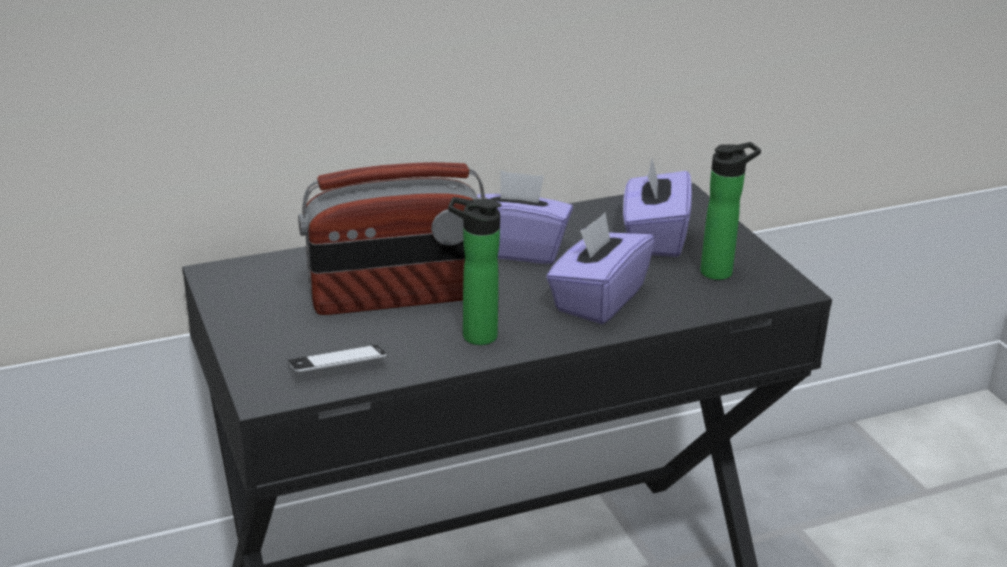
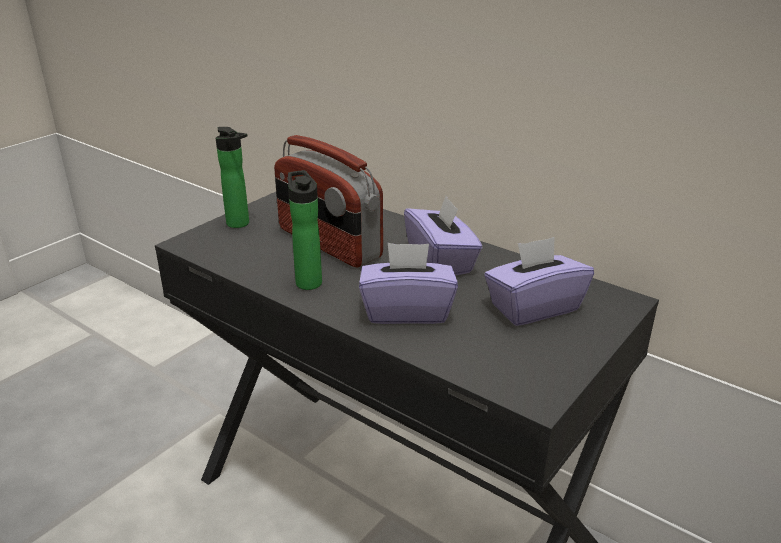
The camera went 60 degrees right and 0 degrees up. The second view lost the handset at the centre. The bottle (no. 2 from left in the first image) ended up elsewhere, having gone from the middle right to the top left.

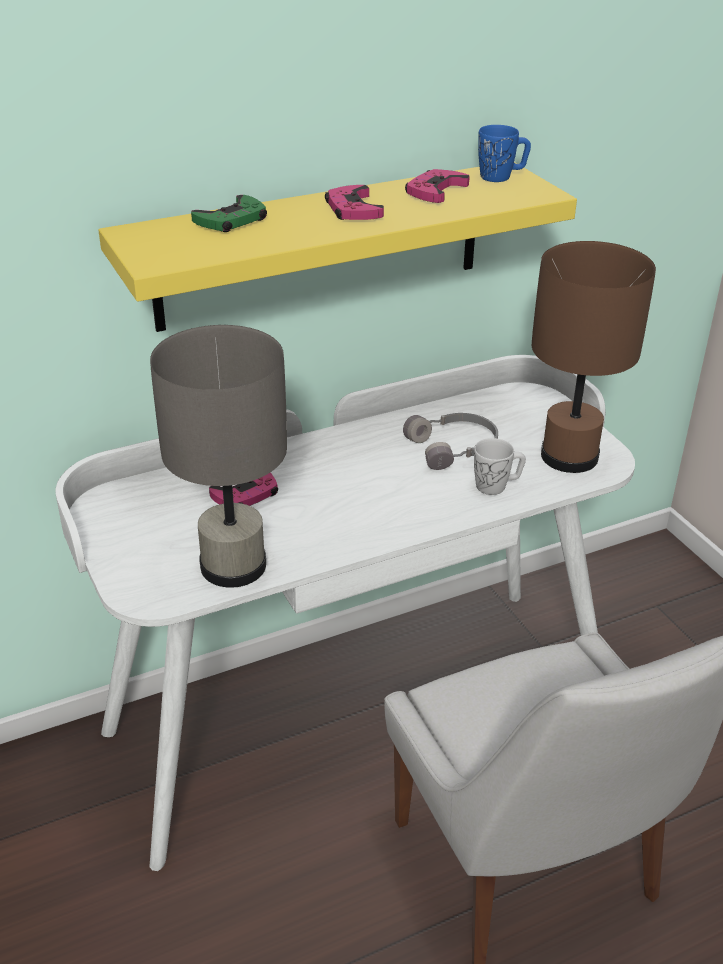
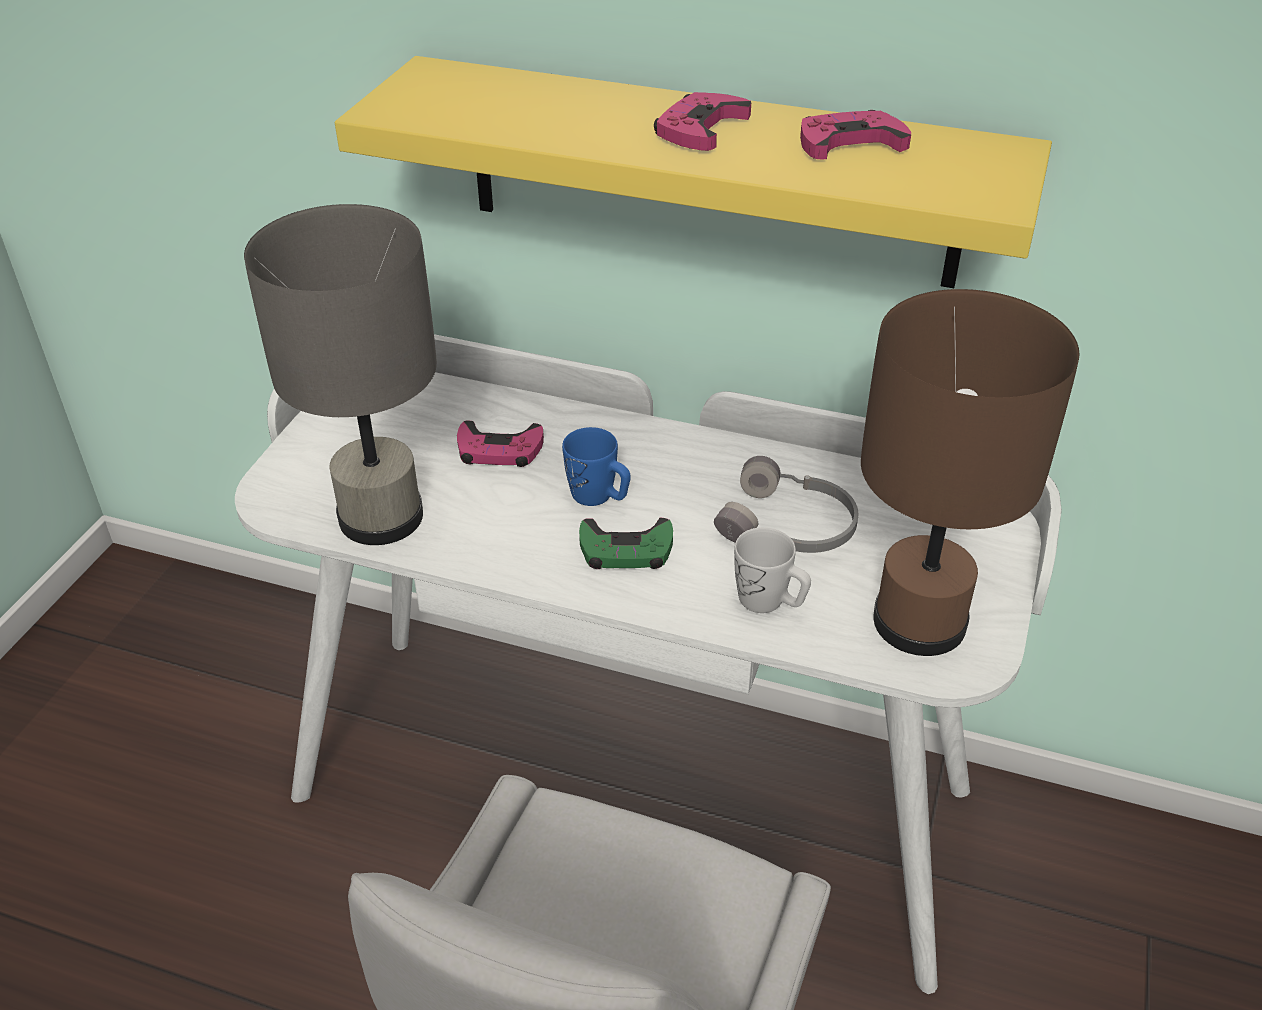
The camera went 45 degrees right and 5 degrees up. The green-coloured game controller ended up elsewhere, having gone from the top left to the centre. The blue tea mug ended up elsewhere, having gone from the top right to the centre.

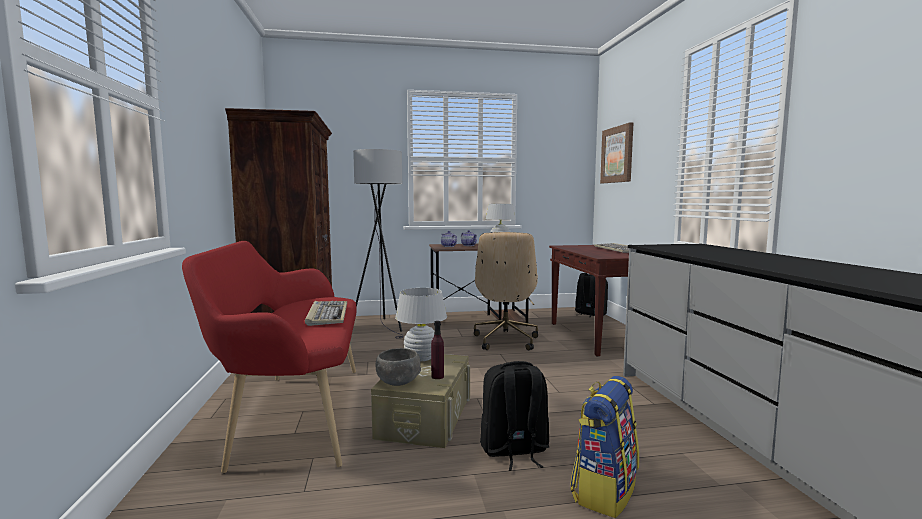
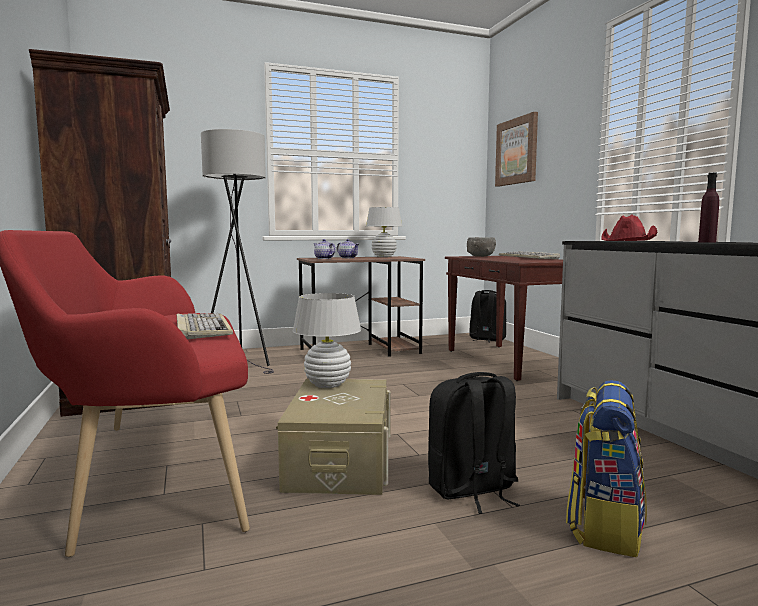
The camera went 10 degrees left and 0 degrees up. The greyish deep dish ended up elsewhere, having gone from the bottom centre to the centre. The purple bottle ended up elsewhere, having gone from the bottom centre to the middle right. The second view lost the black-coloured computer chair at the centre. The second view gained the reddish hat at the middle right.

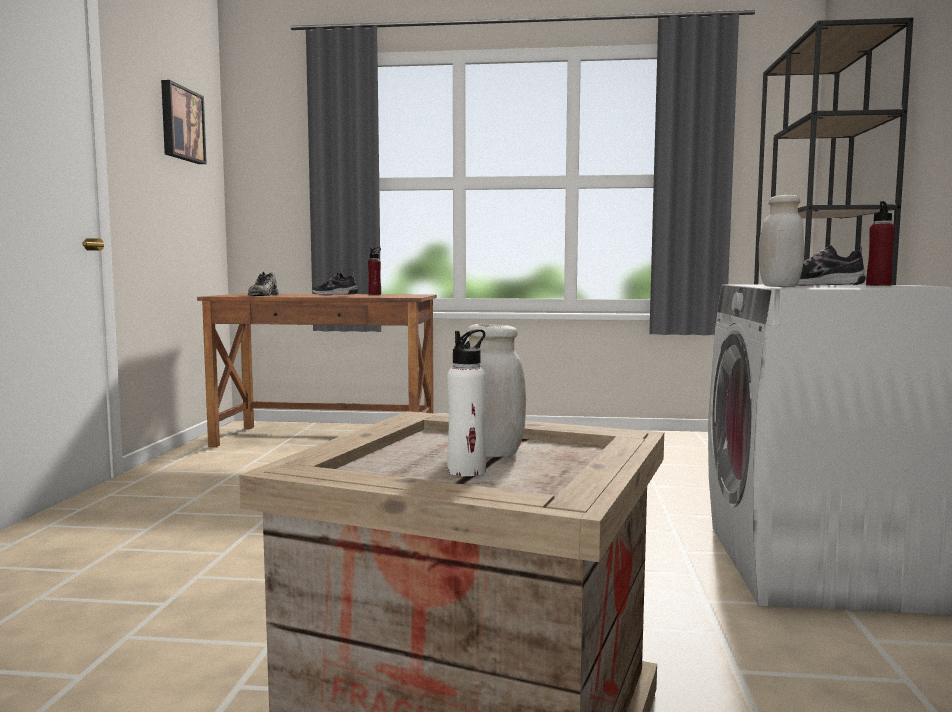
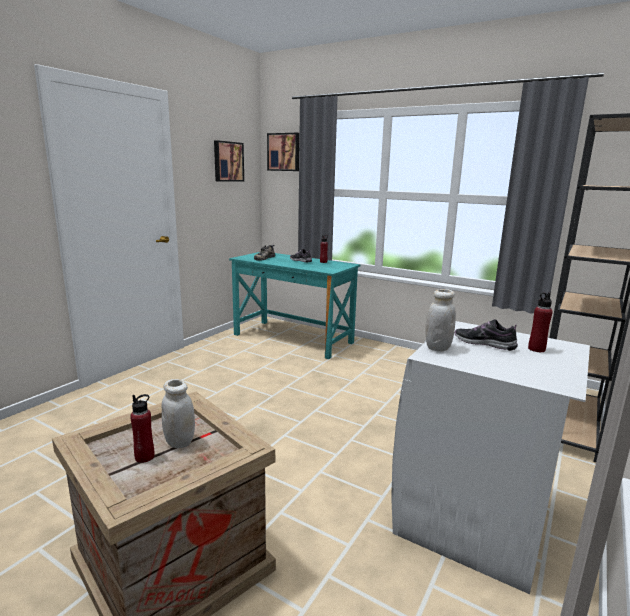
The camera went 25 degrees right and 10 degrees up. What was the brown-coloured desk table at the middle left turned into the turquoise-coloured desk table at the centre. What was the whitish bottle at the centre turned into the reddish bottle (no. 1 from left) at the bottom left. The second view gained the wall art (no. 2 from left) at the top centre.

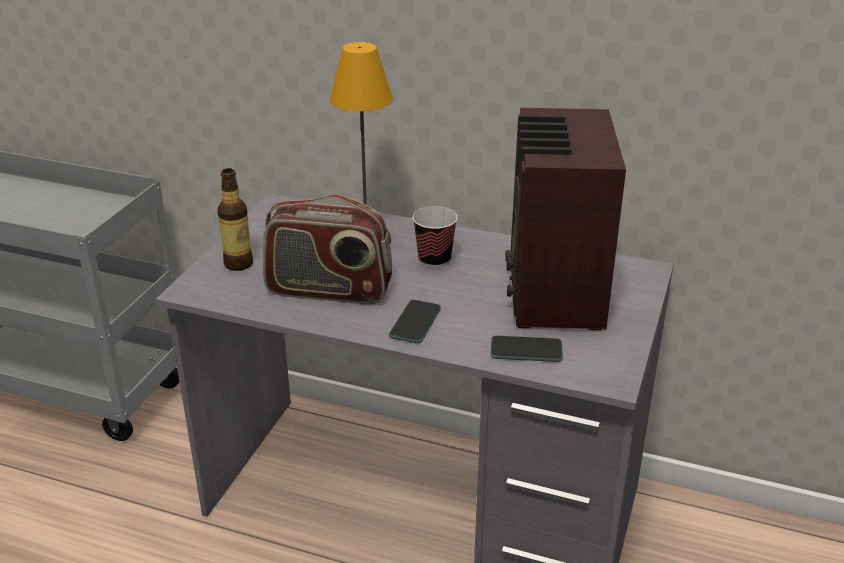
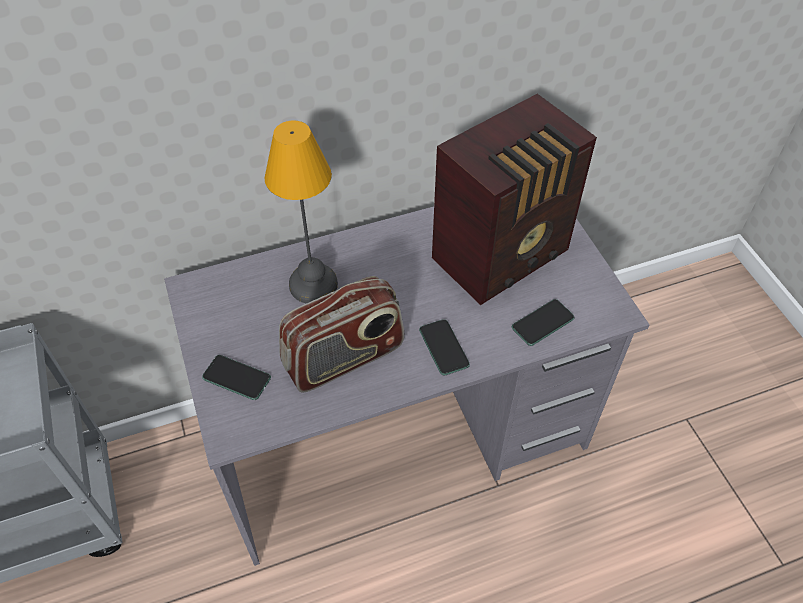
The camera went 40 degrees left and 20 degrees up. Where the bottle stood at the middle left, the handset (no. 1 from left) came to stand at the middle left. The second view lost the small cup at the centre. The radio receiver (no. 2 from left) at the middle right ended up facing another way, 90 degrees counterclockwise from before.

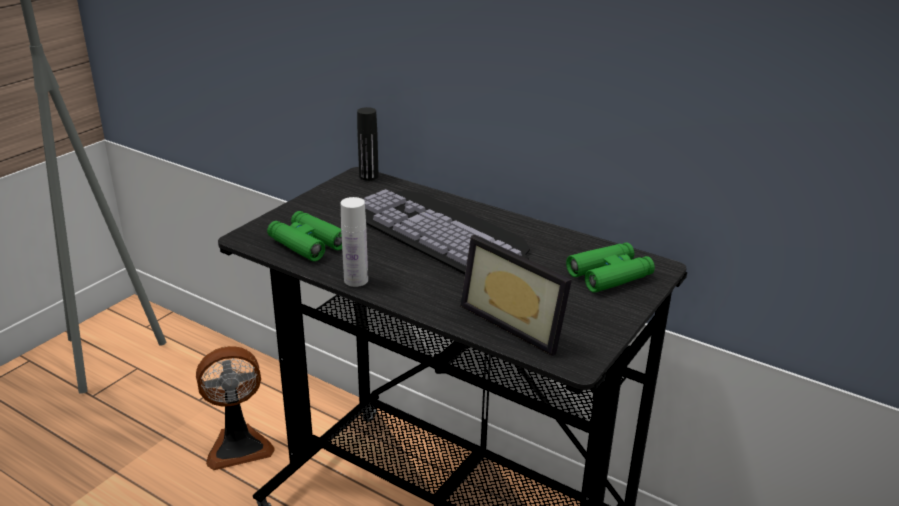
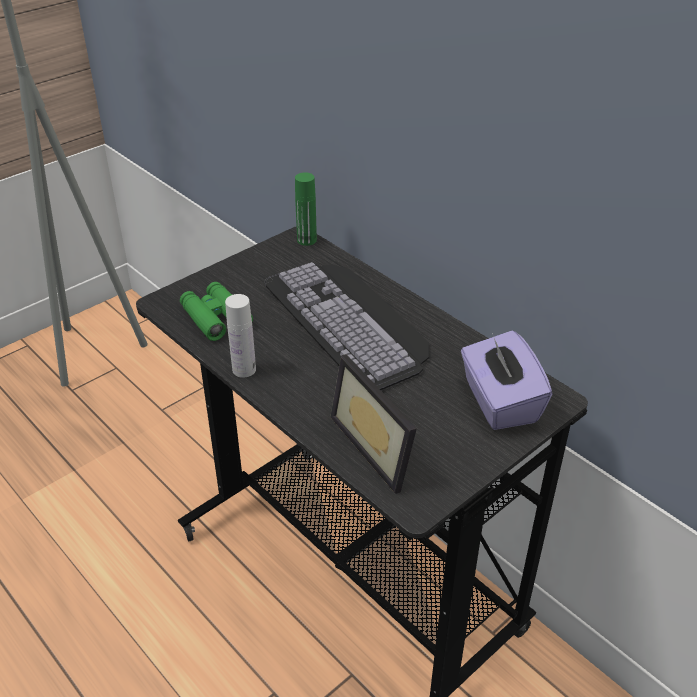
The camera went 15 degrees right and 10 degrees up. The second view lost the electric fan at the bottom left. What was the black-coloured bottle at the top centre turned into the green-coloured bottle at the top centre. Where the green-coloured field glasses (no. 2 from left) stood at the middle right, the purple tissue holder came to stand at the middle right.

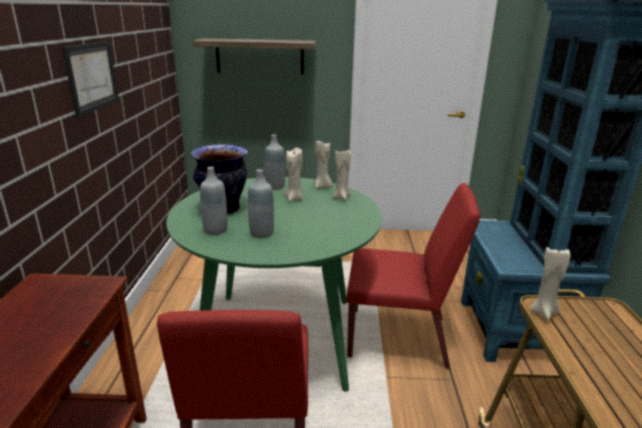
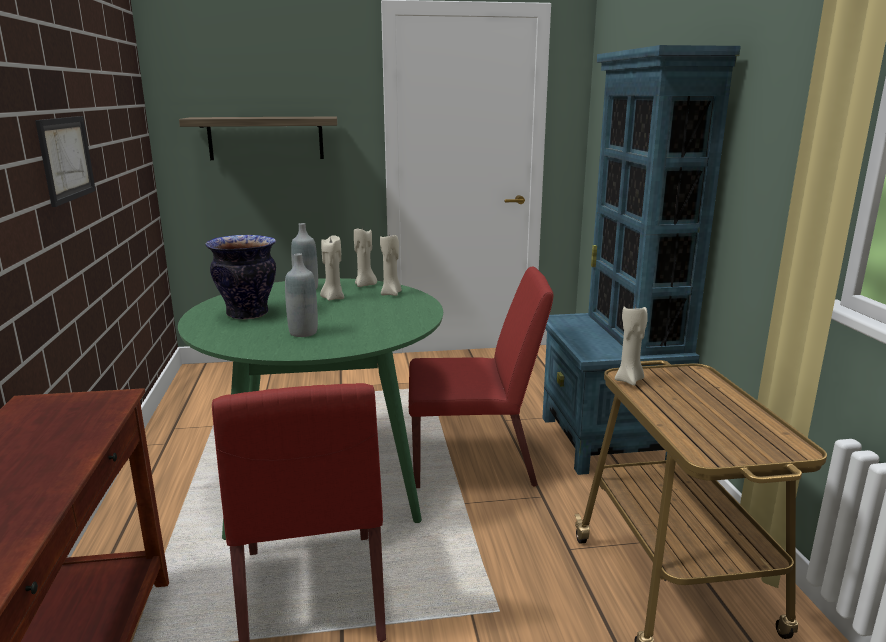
The camera went 10 degrees left and 5 degrees down. The second view lost the greyish bottle (no. 1 from left) at the middle left.

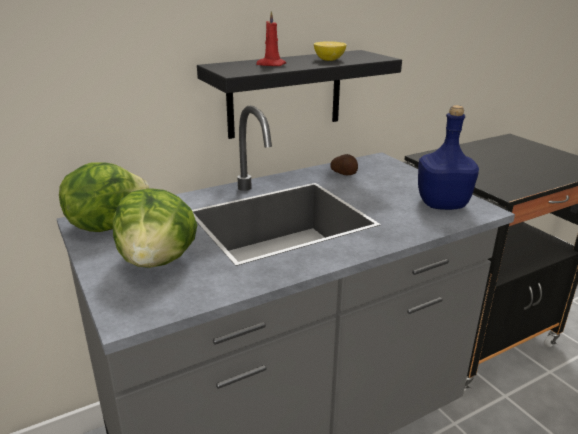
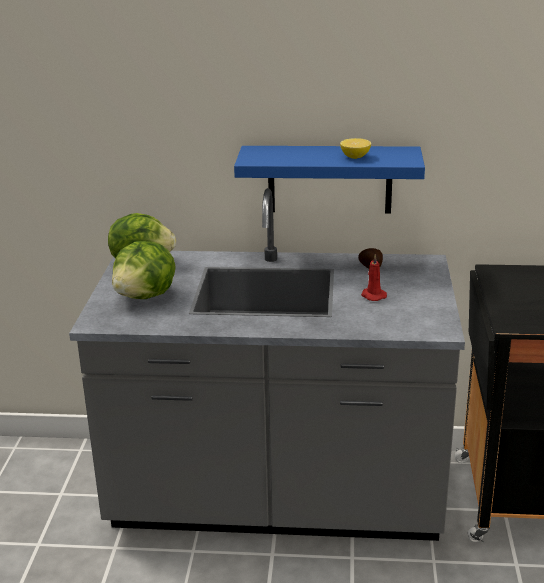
The camera went 35 degrees right and 0 degrees up. What was the black-coloured wall shelf at the top centre turned into the blue wall shelf at the top centre. The reddish wax light ended up elsewhere, having gone from the top centre to the middle right. The second view lost the blue bottle at the middle right.

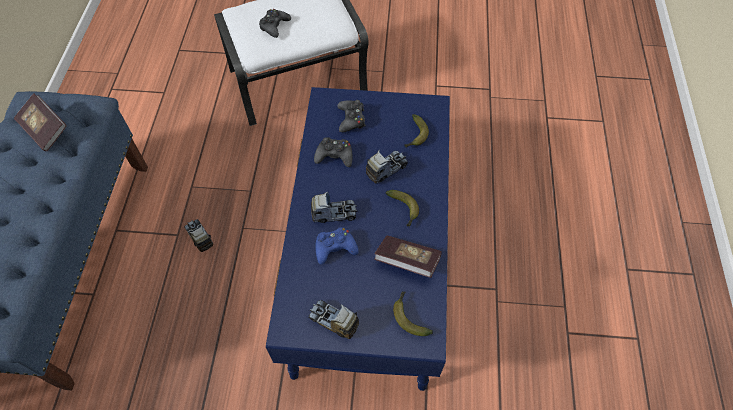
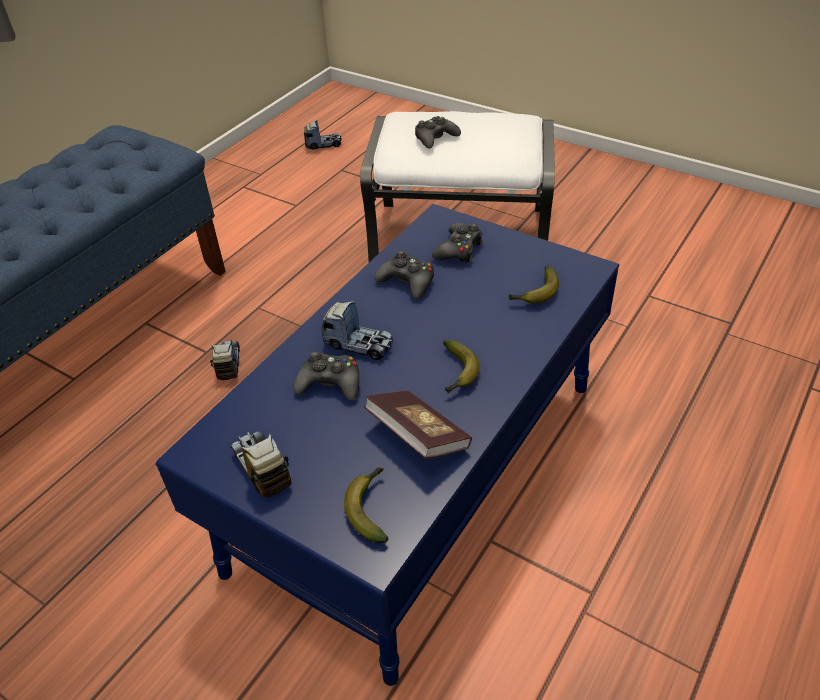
The camera went 30 degrees right and 15 degrees down. The second view lost the book (no. 1 from left) at the top left. What was the blue game controller at the centre turned into the black-coloured game controller (no. 1 from left) at the centre. The toy lorry (no. 4 from left in the first image) ended up elsewhere, having gone from the centre to the top centre.

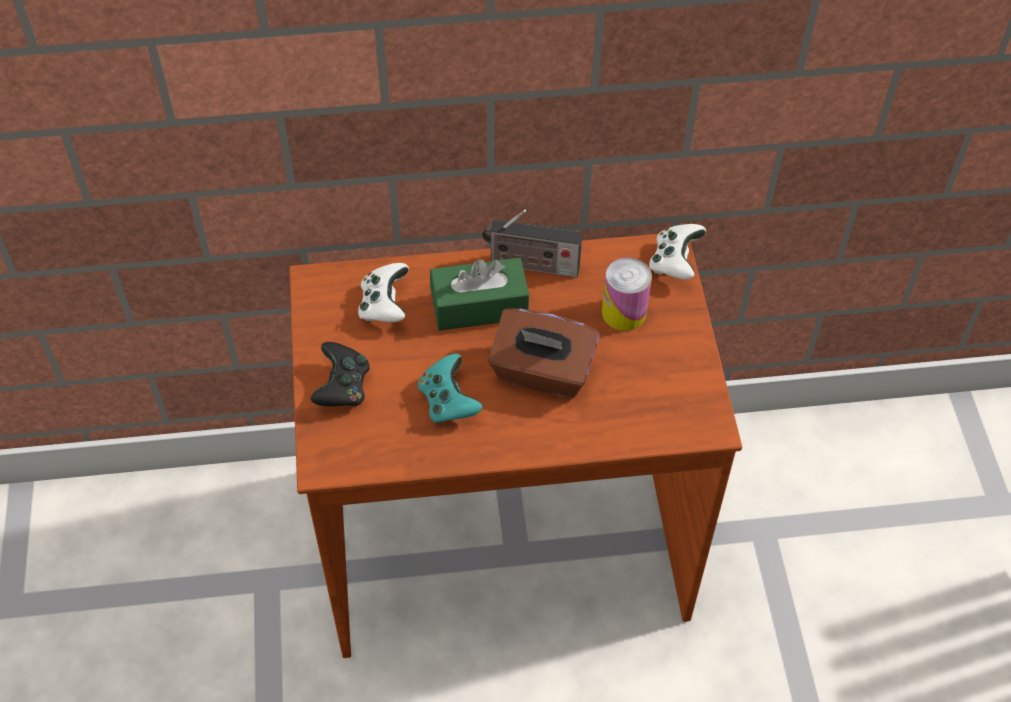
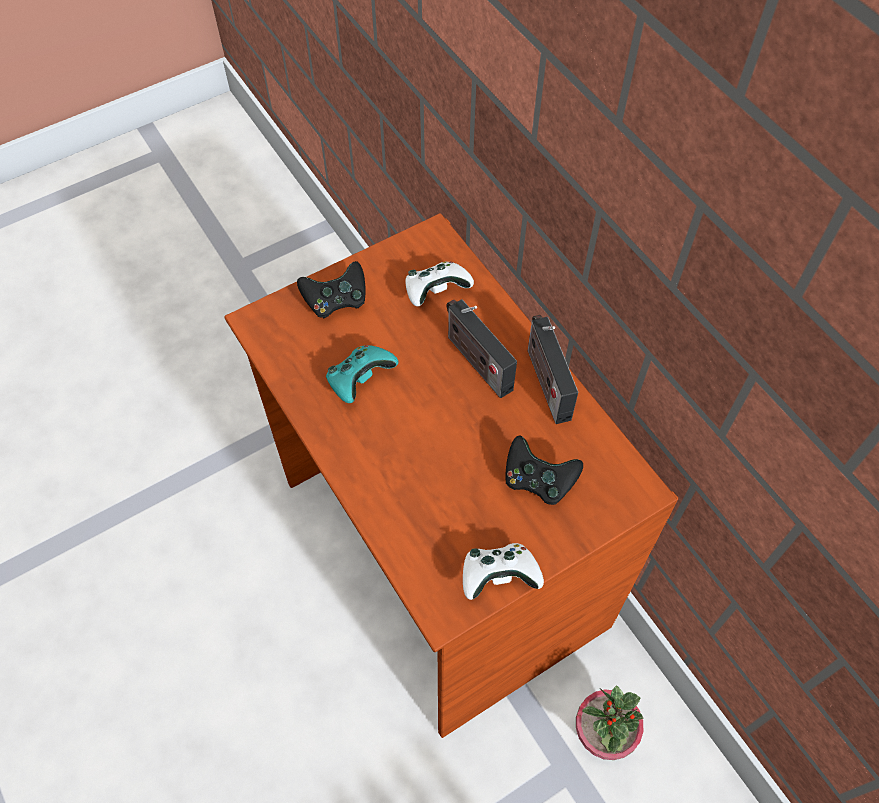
The camera went 65 degrees right and 5 degrees up. Where the green-coloured tissue holder stood at the centre, the radio receiver (no. 1 from left) came to stand at the centre. The second view lost the brown-coloured tissue holder at the centre. Where the sealed can stood at the centre, the black-coloured game controller (no. 2 from left) came to stand at the centre. The whitish game controller (no. 2 from left) ended up elsewhere, having gone from the middle right to the bottom centre. The second view gained the potted plant at the bottom right.

